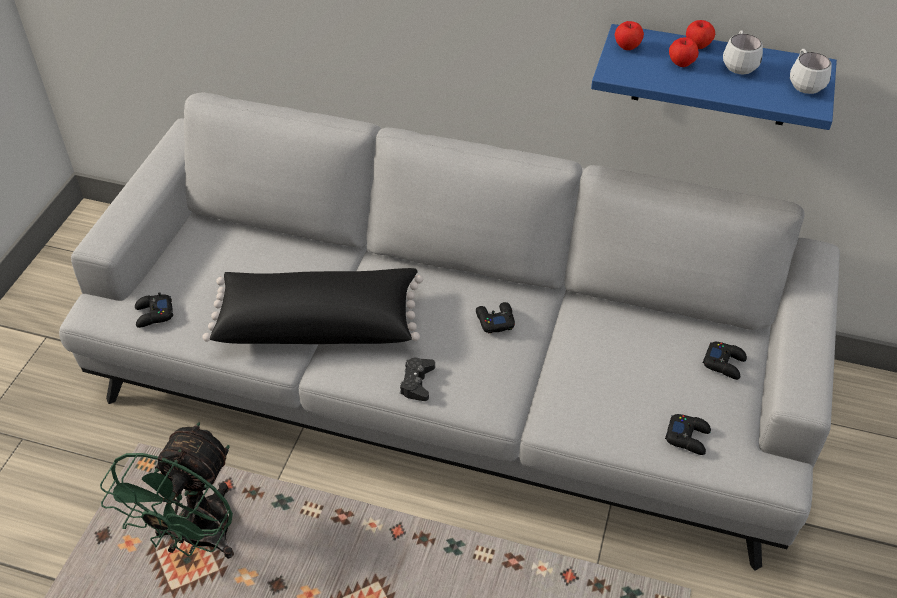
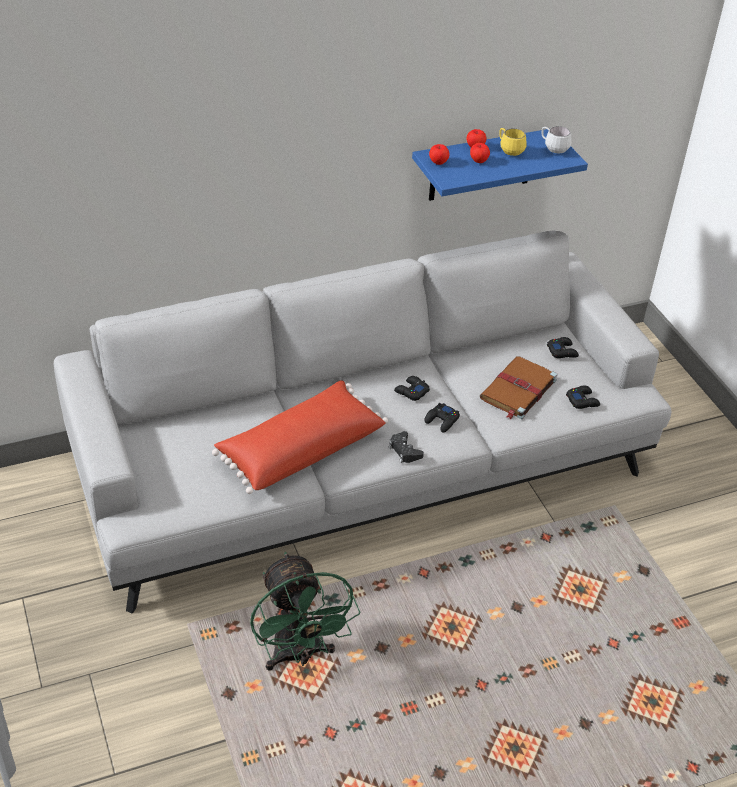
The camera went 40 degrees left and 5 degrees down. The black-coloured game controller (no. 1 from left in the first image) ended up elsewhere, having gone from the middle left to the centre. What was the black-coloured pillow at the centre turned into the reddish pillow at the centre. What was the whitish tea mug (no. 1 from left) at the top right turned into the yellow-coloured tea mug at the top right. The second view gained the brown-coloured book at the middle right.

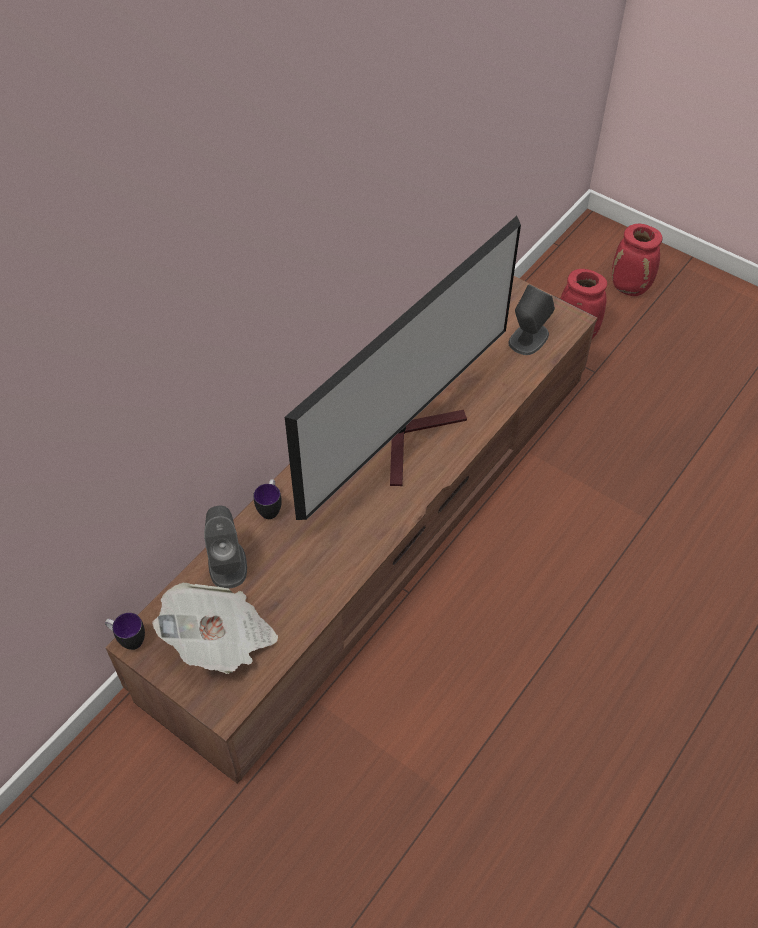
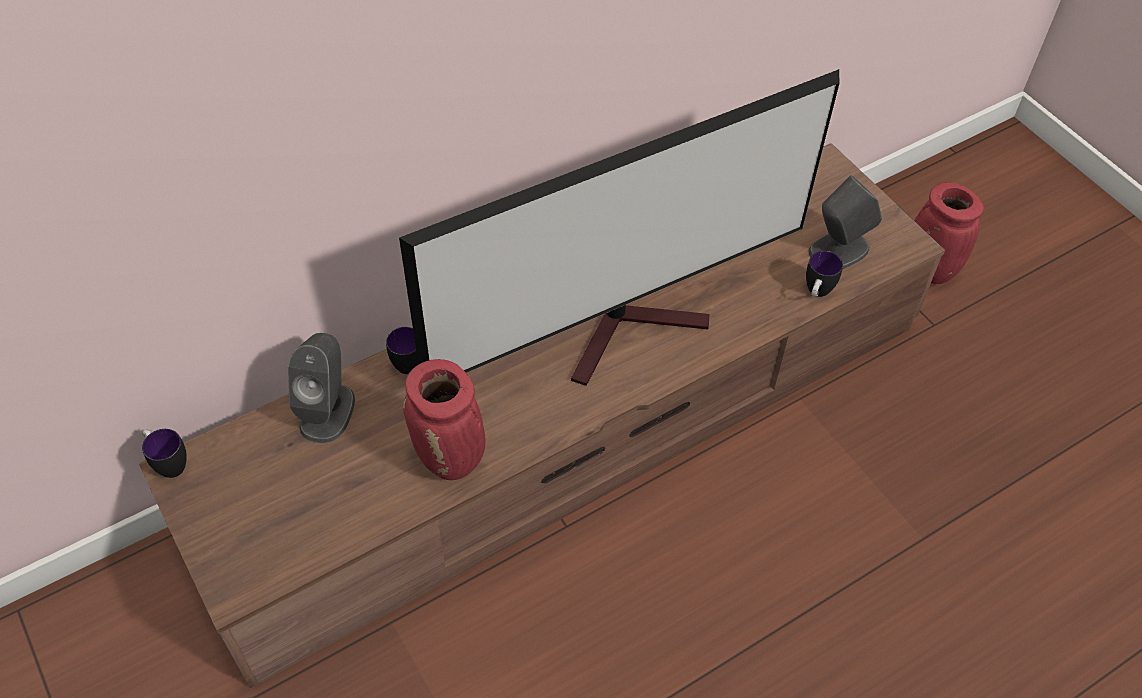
The camera went 20 degrees right and 0 degrees up. The second view lost the daily paper at the bottom left. The reddish flower vase (no. 2 from left in the first image) ended up elsewhere, having gone from the top right to the centre. The second view gained the tea mug (no. 3 from left) at the middle right.

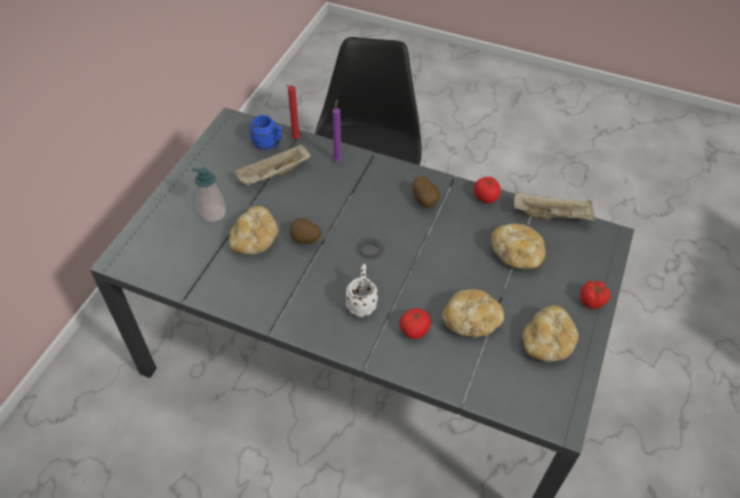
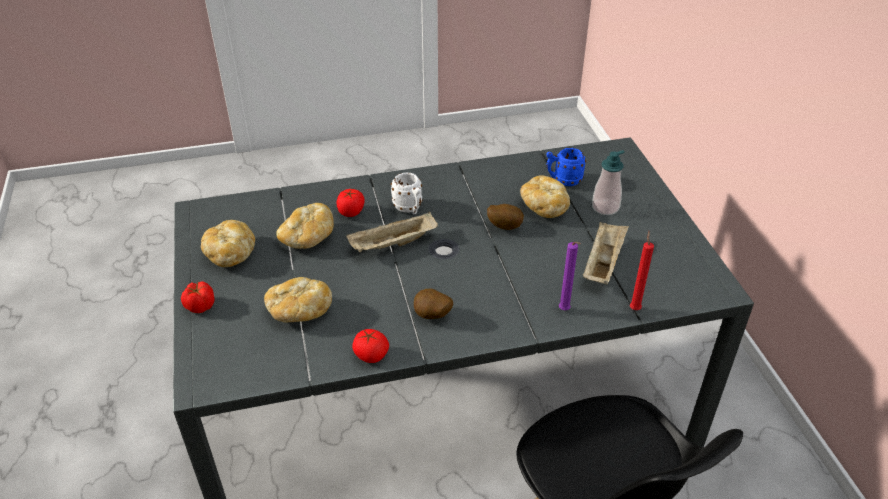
The camera went 145 degrees right and 10 degrees down. The blue tea mug ended up elsewhere, having gone from the top centre to the centre. The beige-coloured carrying tray (no. 2 from left in the first image) ended up elsewhere, having gone from the middle right to the centre.

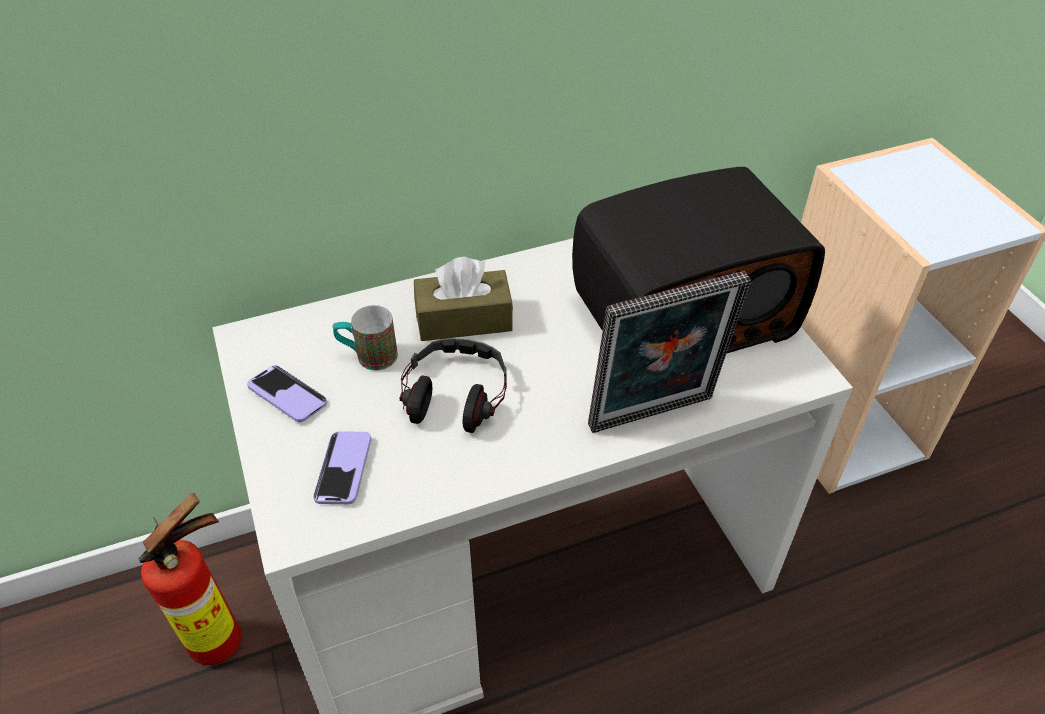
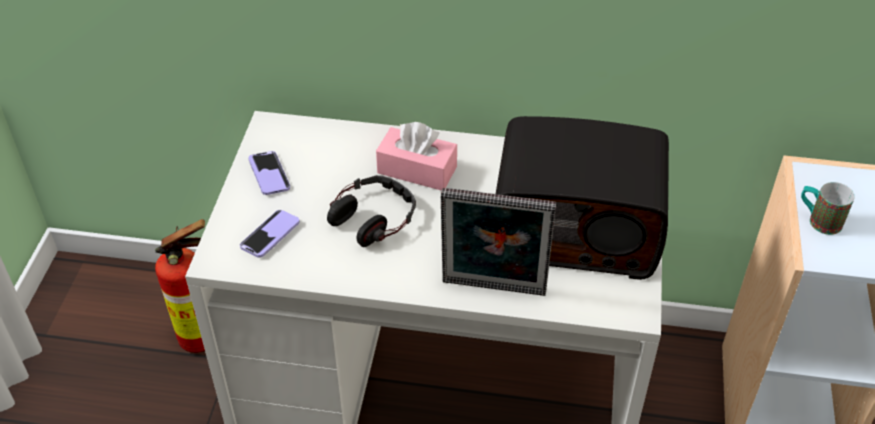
The camera went 30 degrees right and 0 degrees up. The tea mug ended up elsewhere, having gone from the centre to the middle right. What was the brown-coloured tissue holder at the centre turned into the pink tissue holder at the centre.

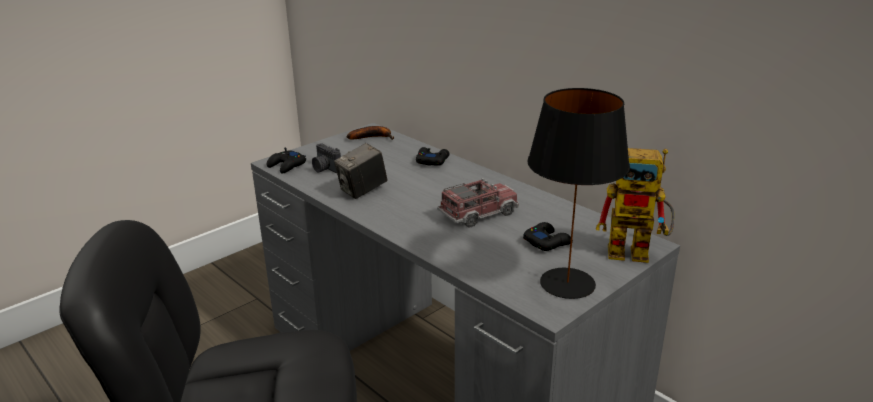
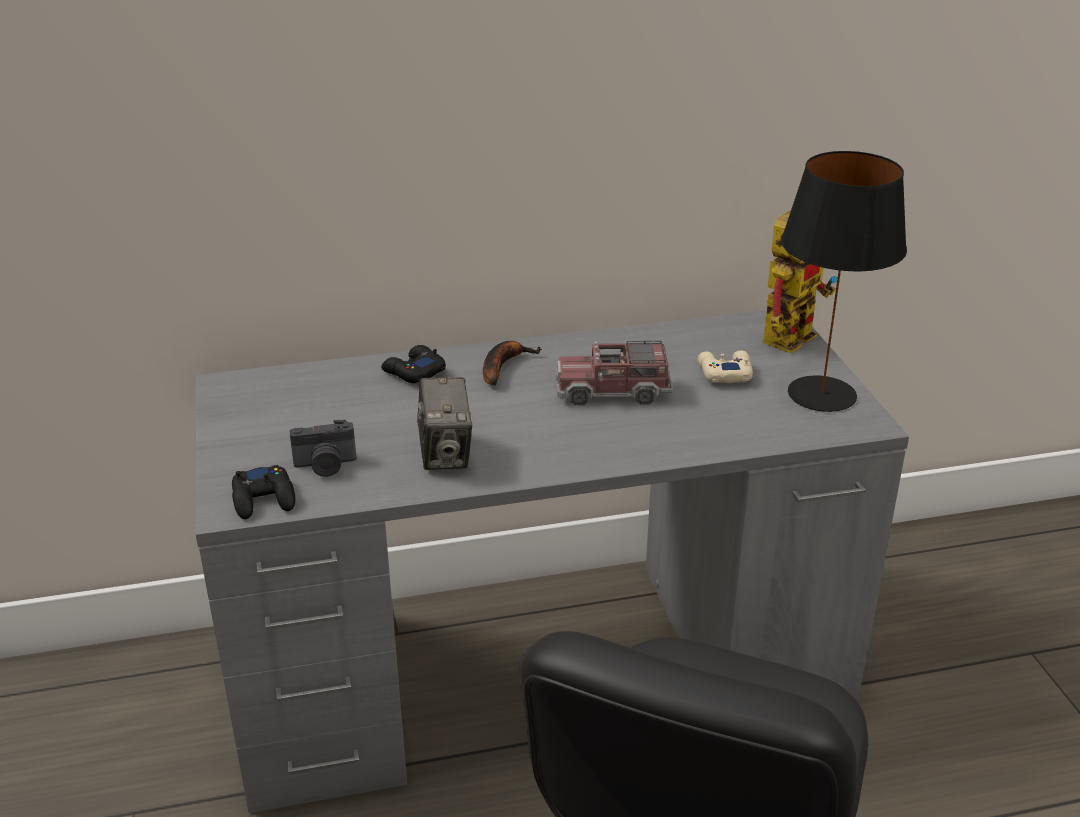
The camera went 60 degrees left and 5 degrees up. The banana fruit ended up elsewhere, having gone from the top centre to the centre. The toy lorry at the centre ended up facing another way, 90 degrees counterclockwise from before. What was the black-coloured game controller (no. 3 from left) at the centre turned into the beige-coloured game controller at the middle right.

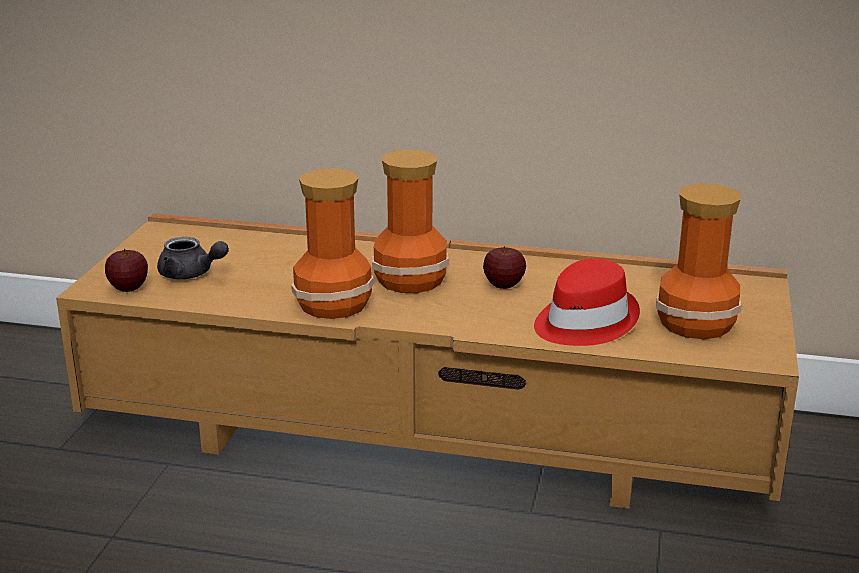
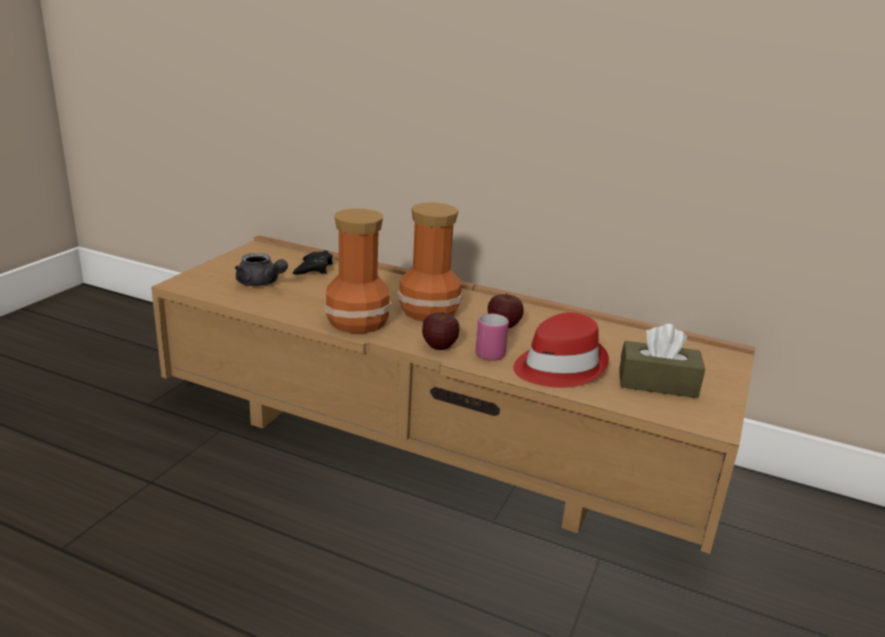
The camera went 10 degrees right and 0 degrees up. The apple (no. 1 from left) ended up elsewhere, having gone from the middle left to the centre. Where the flower vase (no. 3 from left) stood at the middle right, the brown-coloured tissue holder came to stand at the middle right. The second view gained the black-coloured game controller at the centre. The second view gained the pink tea mug at the centre.

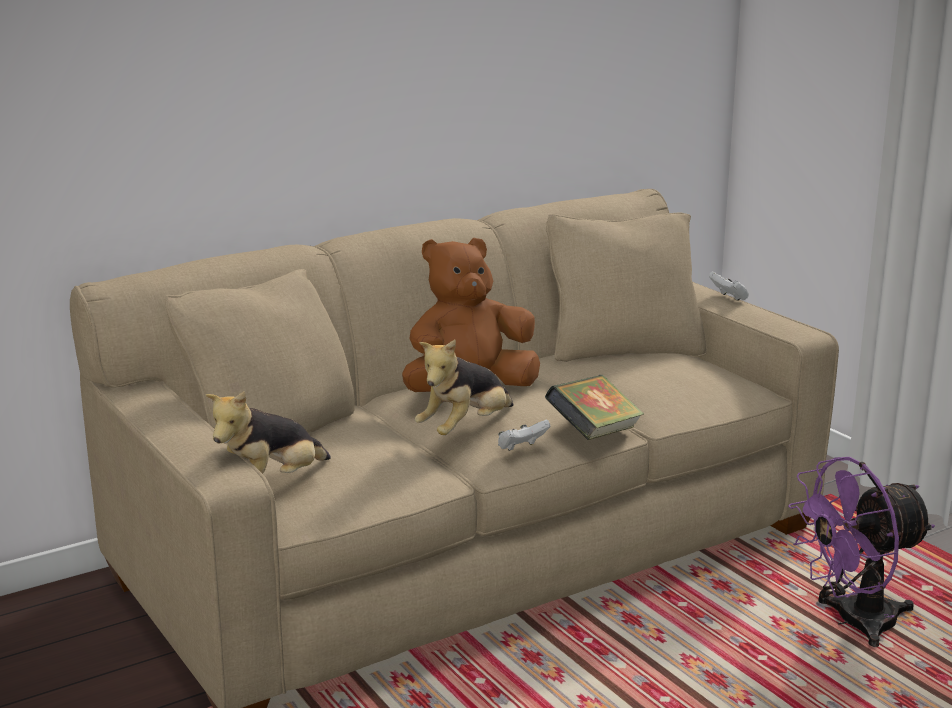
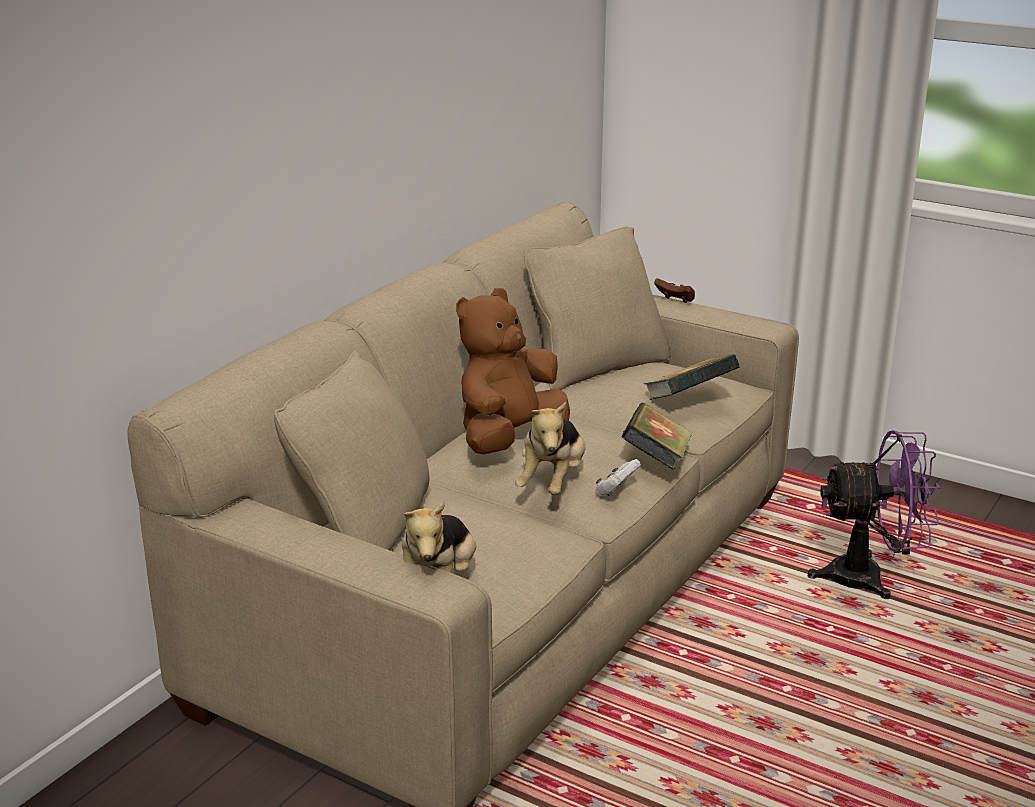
The camera went 25 degrees left and 5 degrees up. What was the whitish game controller (no. 2 from left) at the middle right turned into the brown-coloured game controller at the centre. The purple electric fan at the bottom right ended up facing another way, 135 degrees counterclockwise from before. The second view gained the book (no. 2 from left) at the middle right.

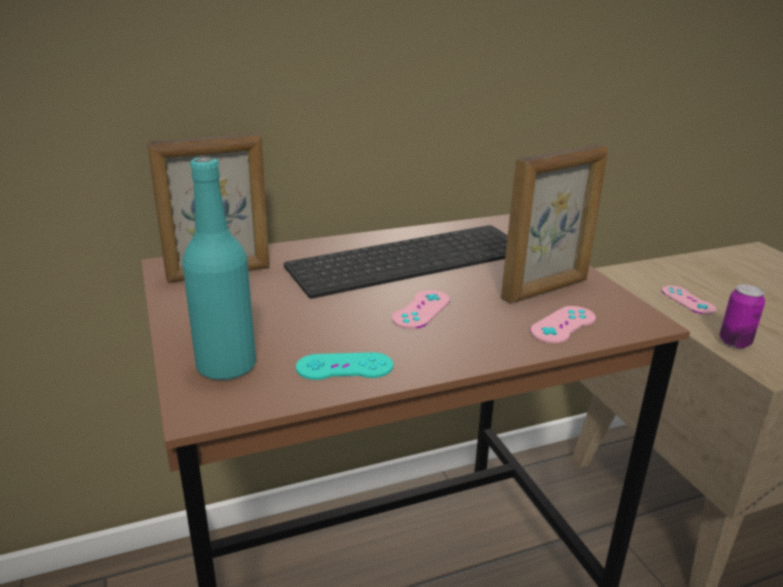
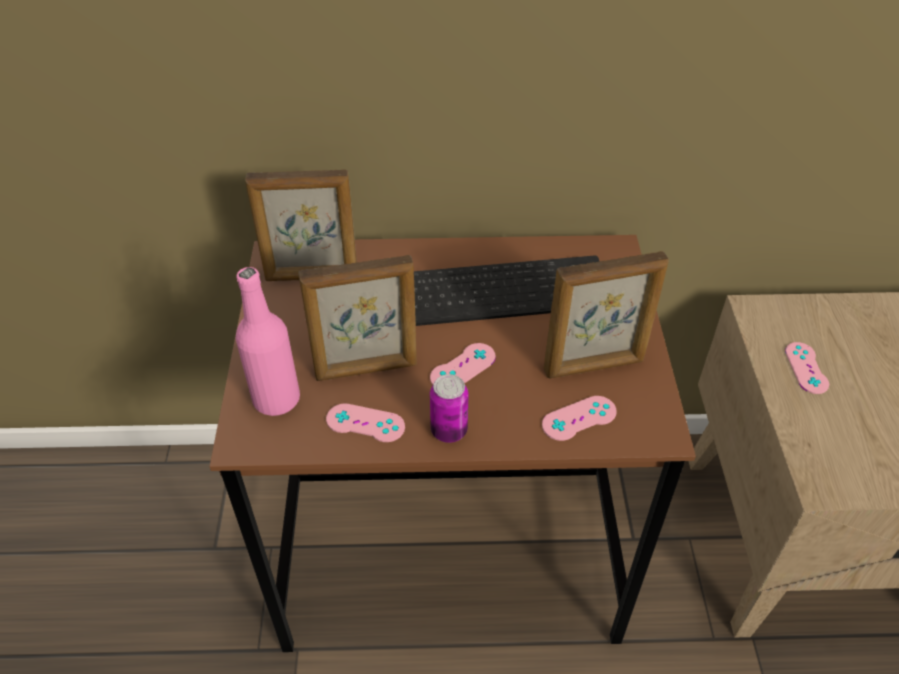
The camera went 20 degrees right and 20 degrees up. What was the turquoise-coloured bottle at the middle left turned into the pink bottle at the middle left. What was the turquoise-coloured game controller at the centre turned into the pink game controller (no. 1 from left) at the centre. The sealed can ended up elsewhere, having gone from the middle right to the centre. The second view gained the picture frame (no. 2 from left) at the centre.

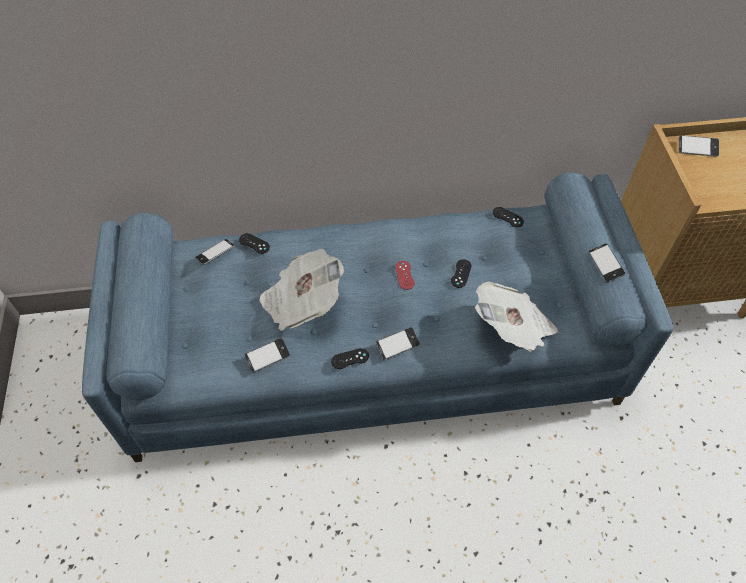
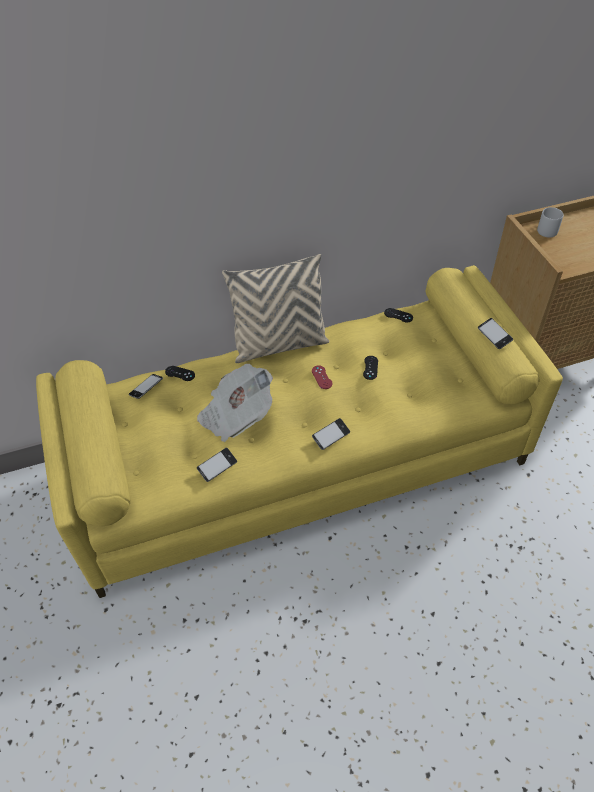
The camera went 10 degrees left and 5 degrees down. What was the blue couch at the centre turned into the yellow-coloured couch at the centre. The second view lost the black-coloured game controller (no. 2 from left) at the centre. The second view lost the daily paper (no. 2 from left) at the middle right. Where the handset (no. 5 from left) stood at the top right, the greyish tea mug came to stand at the top right. The second view gained the beige-coloured pillow at the centre.

